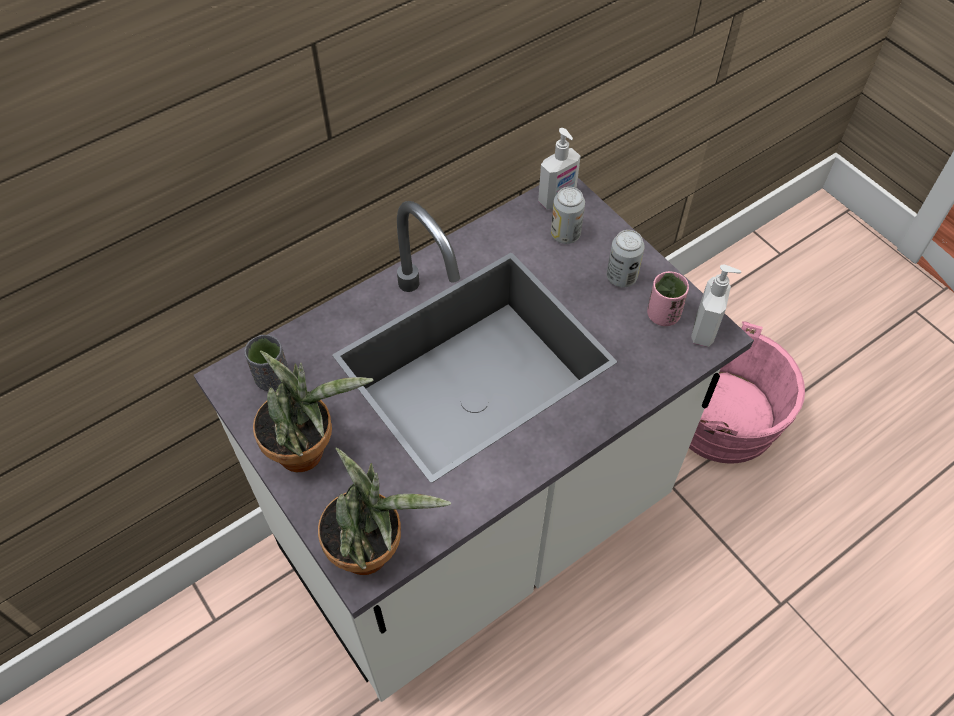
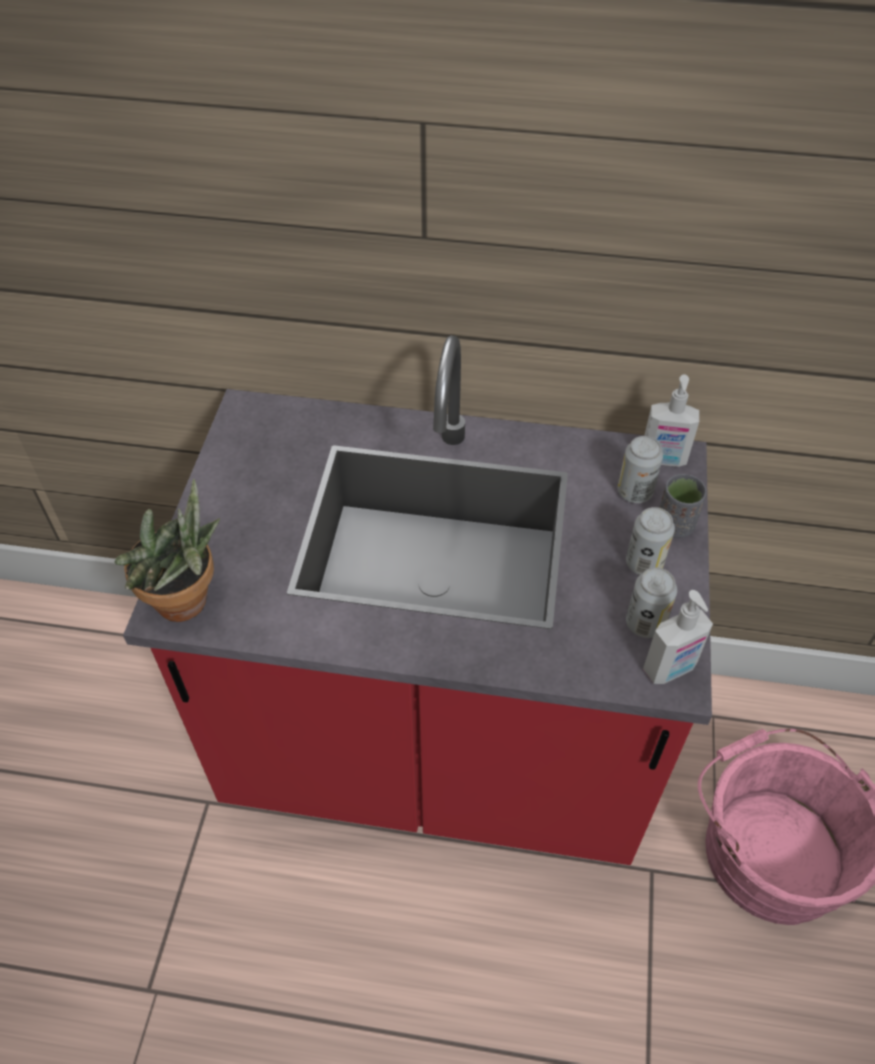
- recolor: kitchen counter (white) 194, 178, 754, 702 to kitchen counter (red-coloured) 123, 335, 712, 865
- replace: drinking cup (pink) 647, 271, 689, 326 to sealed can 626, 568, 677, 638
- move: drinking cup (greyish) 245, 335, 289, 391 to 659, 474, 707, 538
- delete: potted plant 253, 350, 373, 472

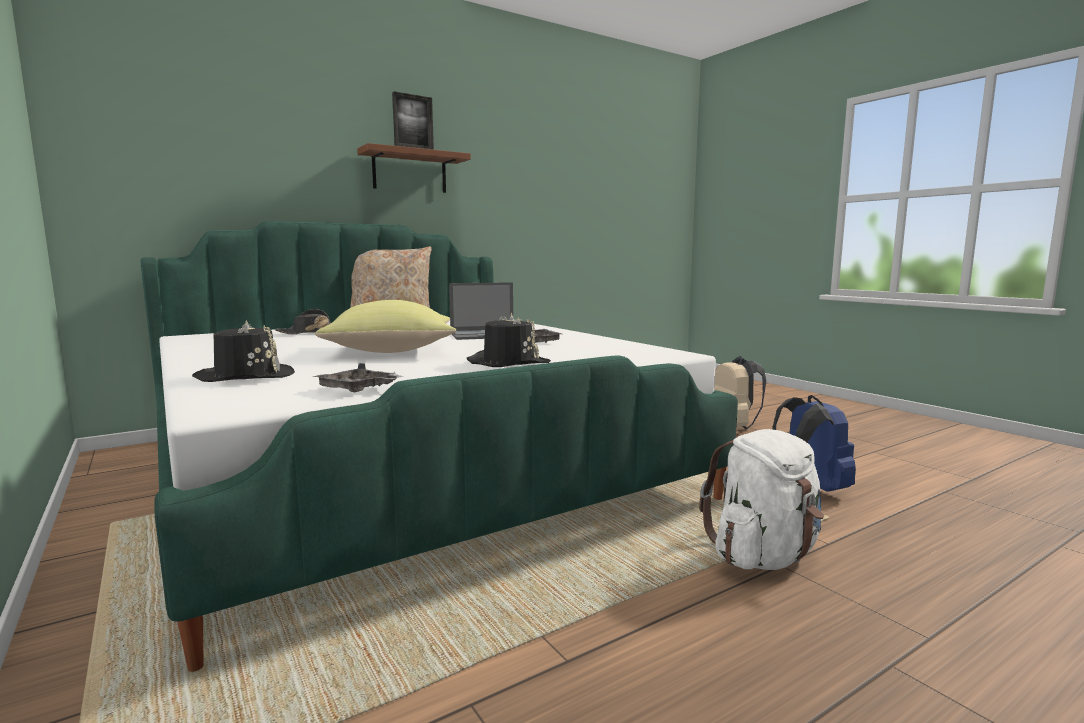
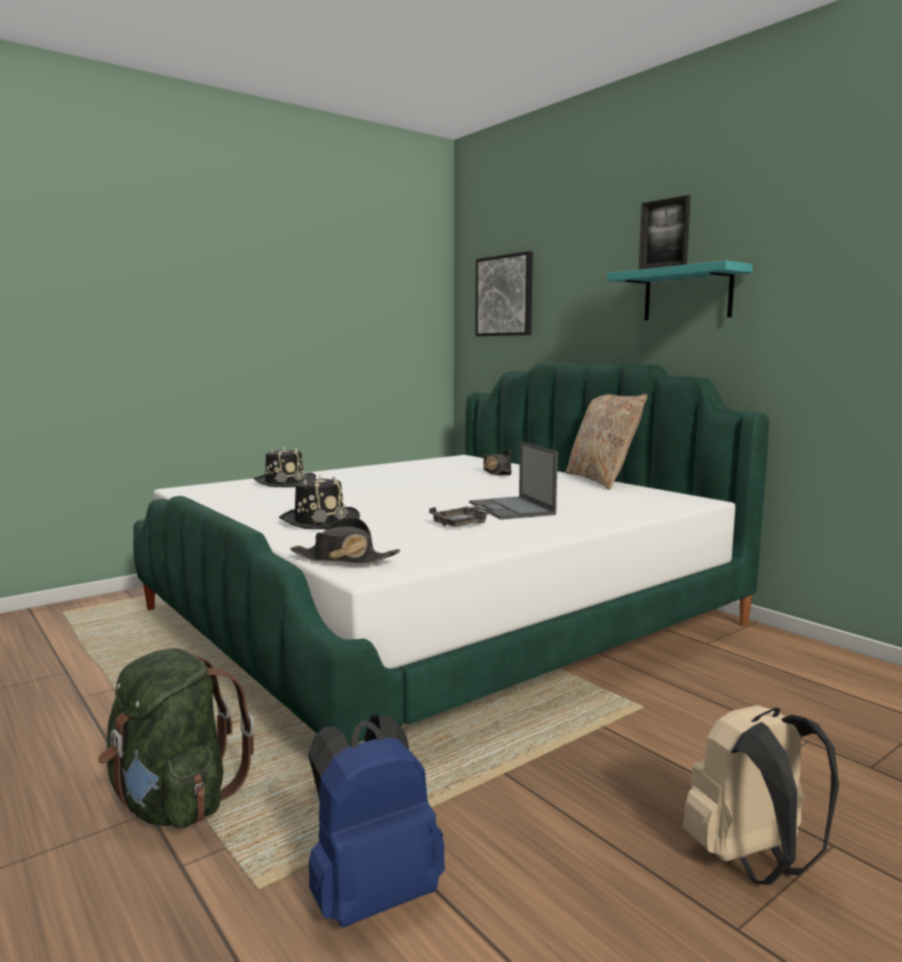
- recolor: bracket shelf (brown-coloured) 357, 143, 471, 193 to bracket shelf (blue-green) 607, 261, 753, 320
- delete: throw pillow (yellow) 315, 300, 457, 353
- delete: serving tray (greyish) 313, 363, 402, 392
- recolor: backpack (white) 699, 429, 824, 570 to backpack (greenish) 98, 648, 255, 828
- insert: wall picture 475, 251, 533, 336
- insert: clothing hat (black-coloured) 290, 517, 400, 565

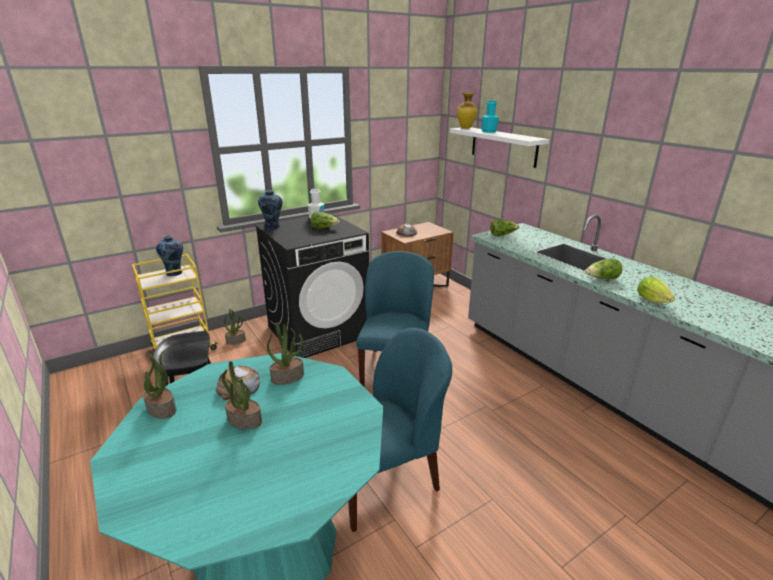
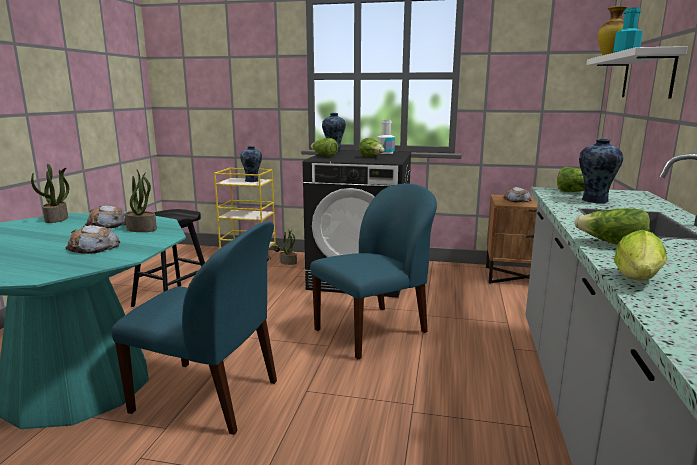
- delete: potted plant 222, 361, 262, 429
- insert: lettuce 311, 138, 338, 157
- insert: flower vase 579, 139, 623, 203
- insert: baked bread 66, 225, 120, 254

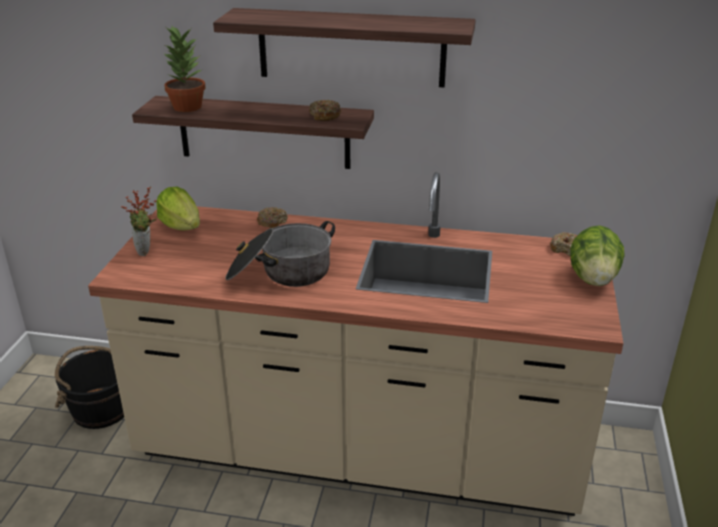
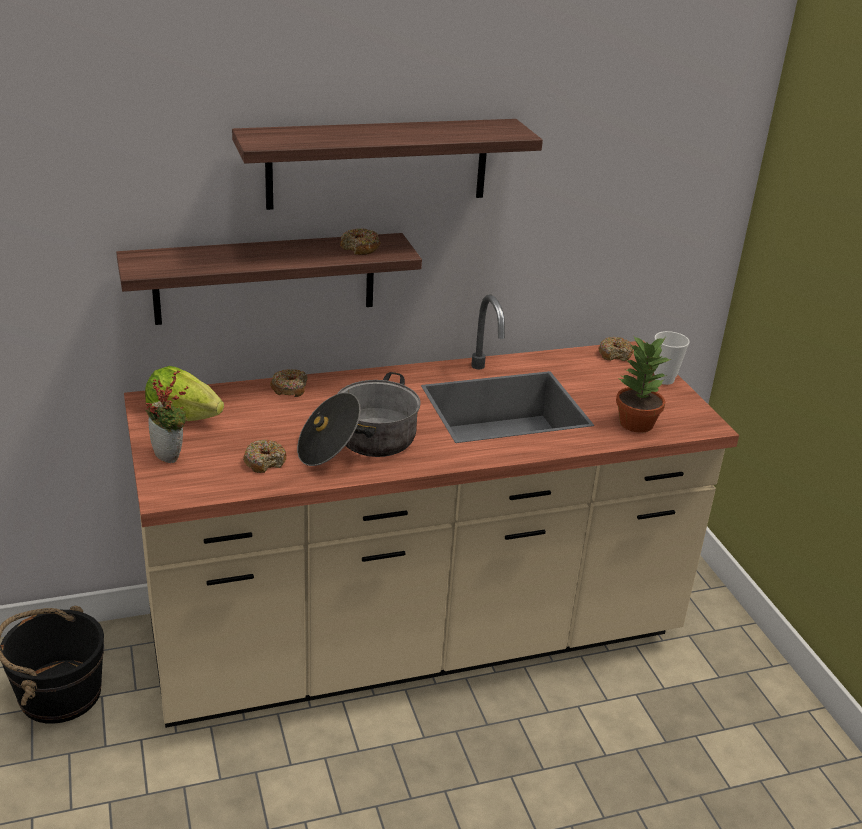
- move: potted plant 163, 26, 205, 112 to 616, 335, 672, 433
- replace: lettuce 570, 225, 625, 286 to drinking cup 654, 331, 690, 385
- insert: ring doughnut 243, 439, 287, 473

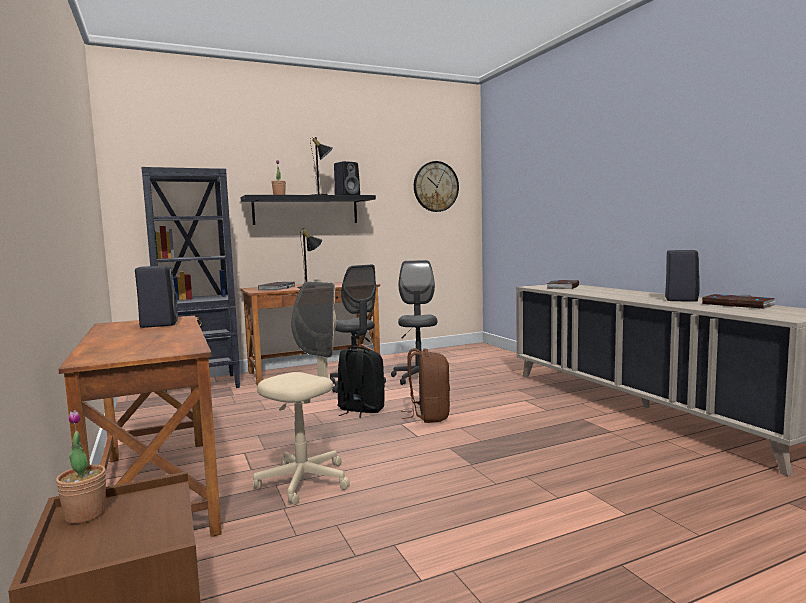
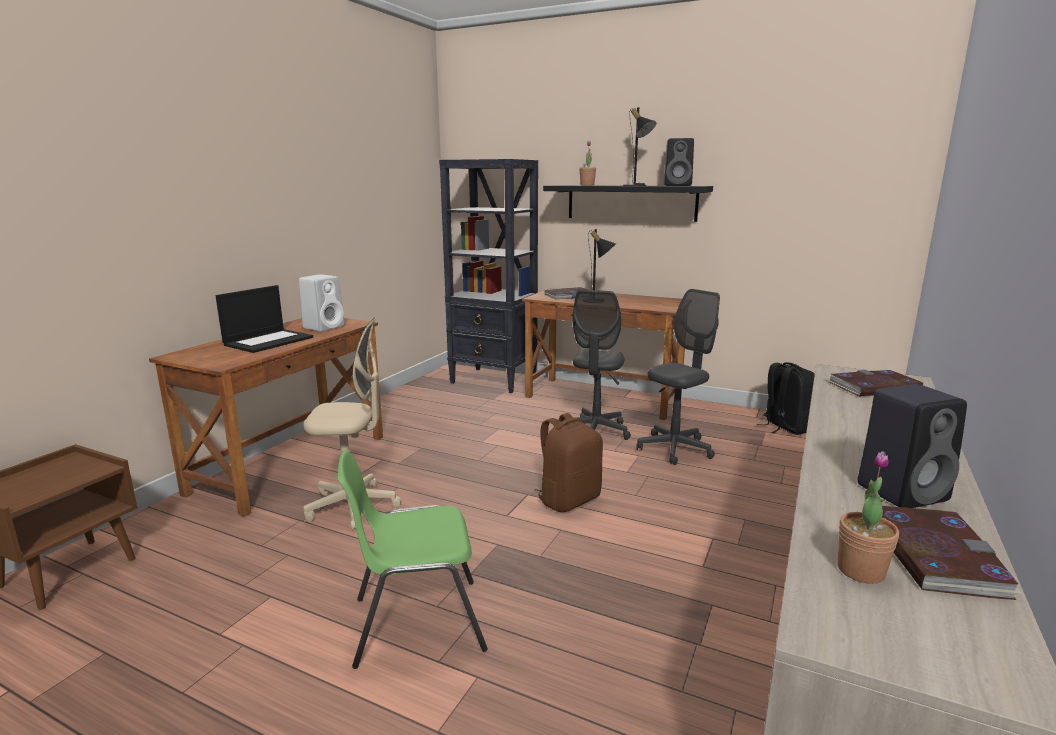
- delete: wall clock 414, 161, 459, 212
- recolor: speaker (black-coloured) 135, 266, 178, 328 to speaker (white) 299, 274, 345, 332
- move: backpack (black-coloured) 337, 347, 385, 418 to 756, 362, 815, 435
- move: potted plant 56, 410, 106, 524 to 838, 451, 899, 584
- insert: notebook computer 216, 285, 313, 353
- insert: plain chair (greenish) 338, 450, 488, 669

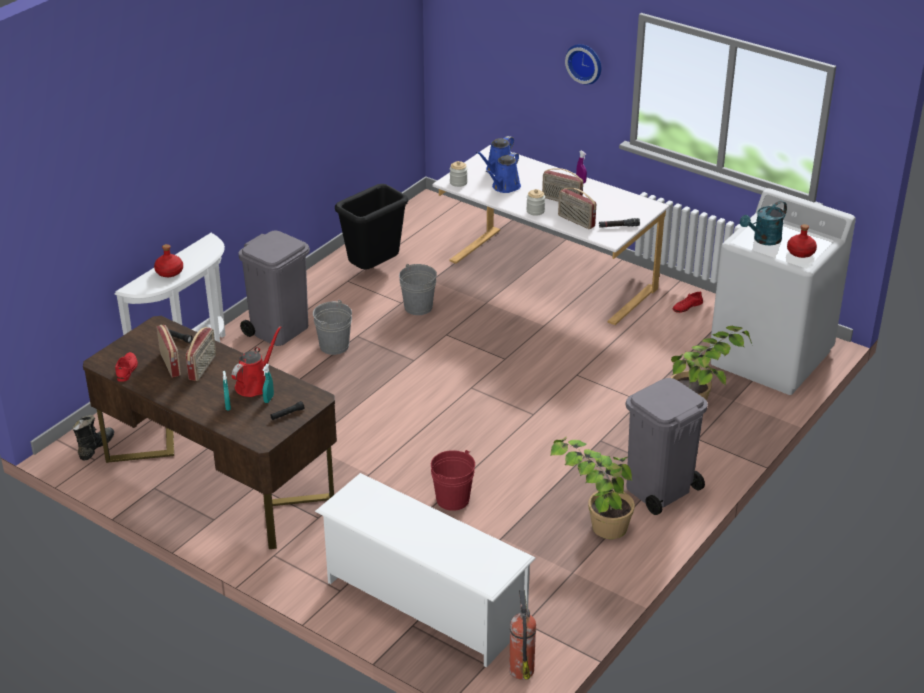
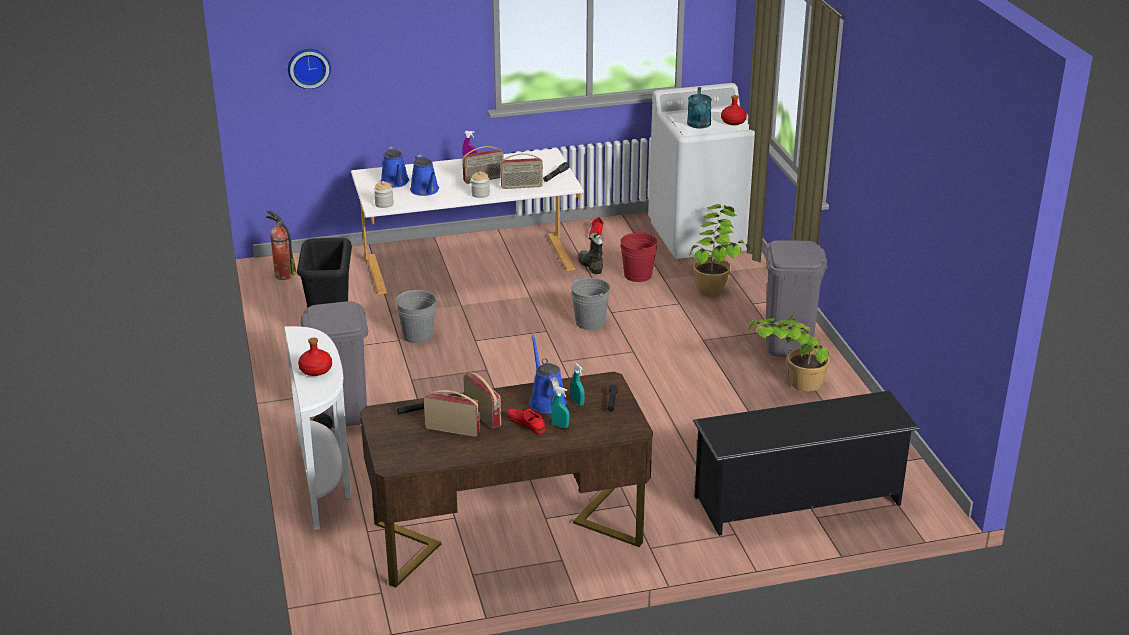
- move: wall clock 565, 44, 601, 85 to 288, 49, 331, 89
- move: pail (greyish) 313, 300, 352, 355 to 571, 276, 610, 330
- recolor: watering pot (red-coloured) 232, 326, 282, 397 to watering pot (blue) 529, 335, 567, 413
- move: item of footwear (red-coloured) 115, 352, 138, 382 to 506, 409, 546, 434
- move: high-top boot (black-coloured) 73, 415, 114, 460 to 578, 233, 603, 274
- move: pail (red-coloured) 431, 450, 475, 511 to 620, 230, 658, 282
- recolor: shoe rack (white) 315, 473, 536, 667 to shoe rack (black-coloured) 693, 391, 920, 536
- move: extinguisher 509, 590, 536, 680 to 266, 210, 297, 280

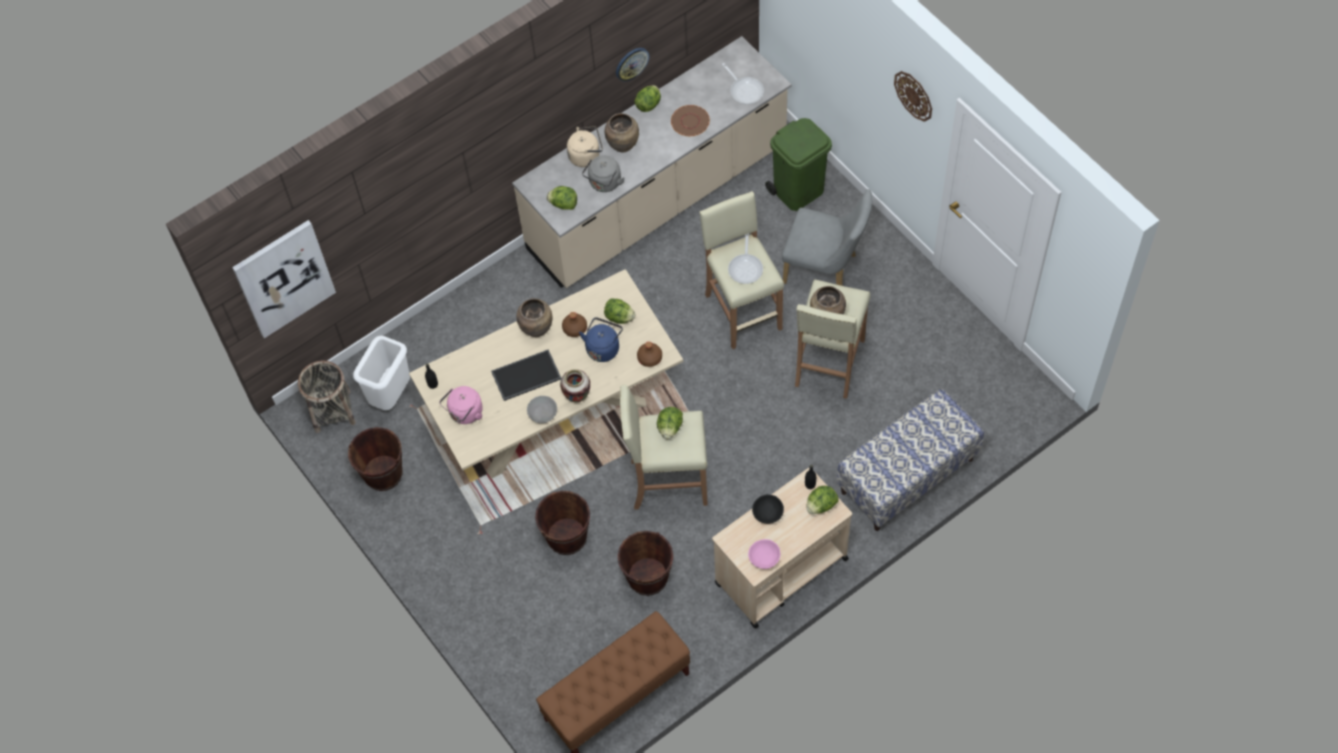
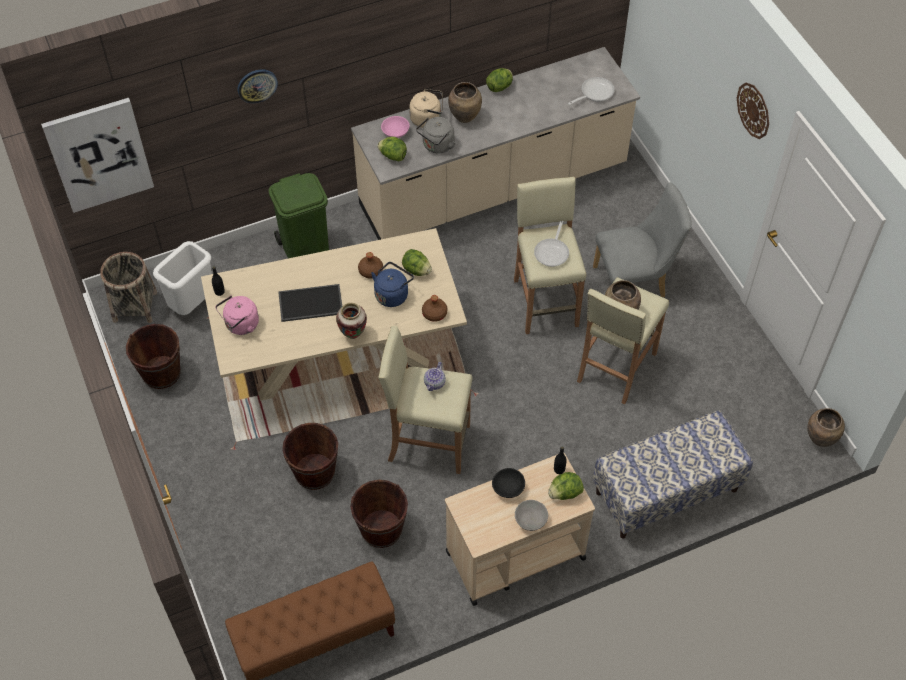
- move: wall clock 616, 48, 649, 81 to 237, 69, 278, 103
- rotate: skillet 722, 63, 764, 104 = 568, 77, 615, 105 105 degrees counterclockwise
- delete: flat dish (brown-coloured) 671, 105, 710, 136
- move: rubbish bin (greenish) 765, 118, 832, 211 to 268, 173, 329, 258
- rotate: plain chair (greyish) 782, 189, 873, 286 = 593, 182, 692, 297 45 degrees counterclockwise
- move: flower vase (brown-coloured) 517, 298, 552, 337 to 807, 408, 845, 447
- move: serving bowl (greyish) 527, 396, 557, 424 to 515, 500, 548, 531
- replace: lettuce 657, 407, 683, 439 to pot for tea 424, 362, 446, 391
- move: serving bowl (pink) 748, 539, 780, 569 to 381, 116, 410, 138

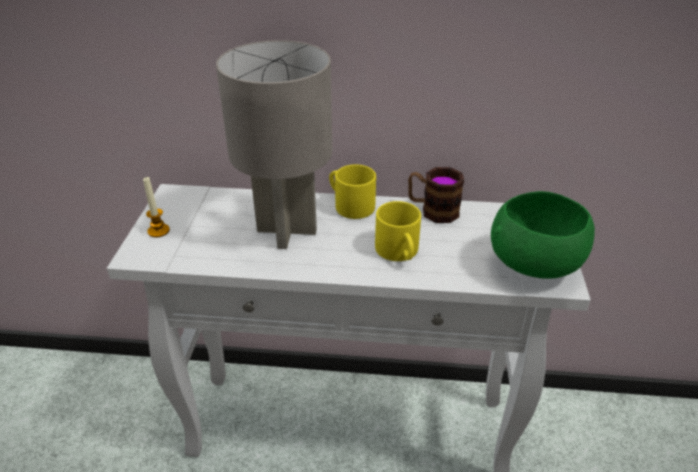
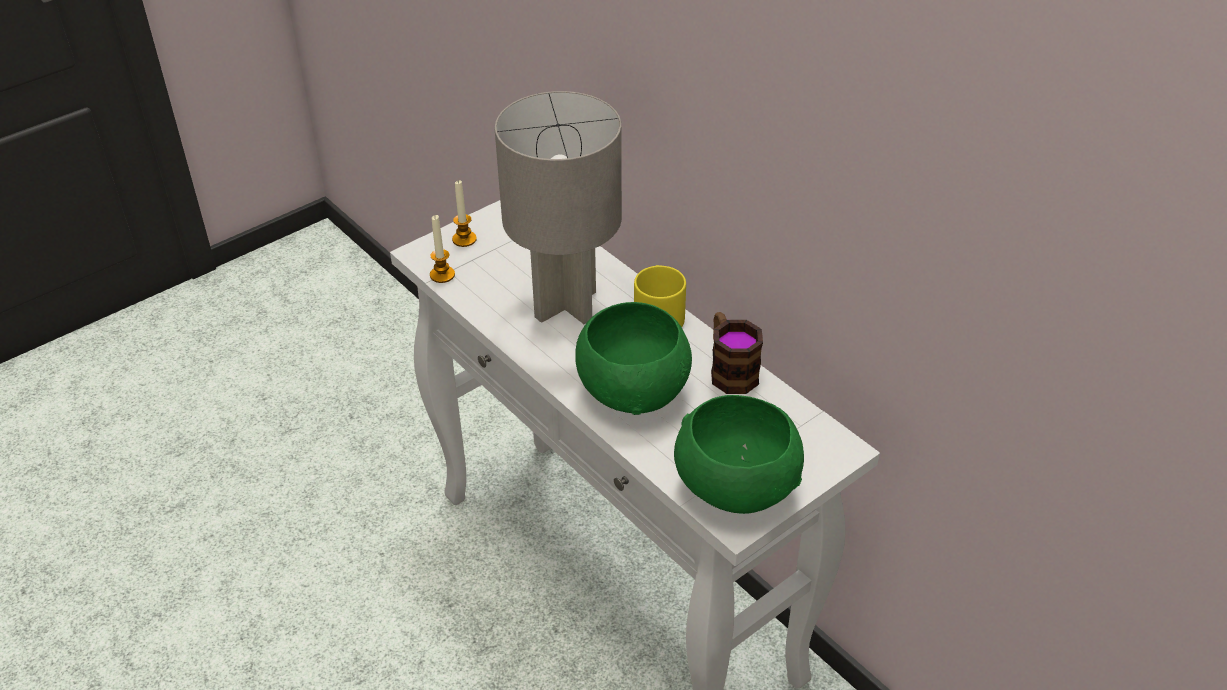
- replace: coffee mug (yellow) 375, 201, 421, 261 to serving bowl (greenish) 576, 302, 692, 415
- insert: candle 430, 215, 455, 283

